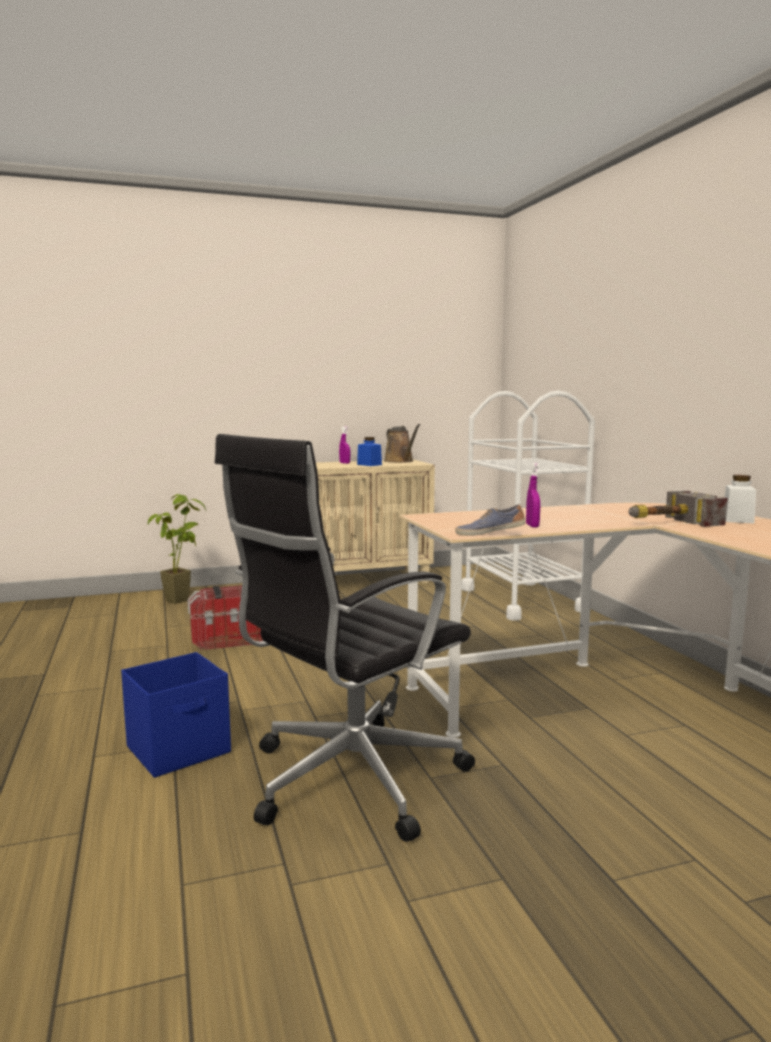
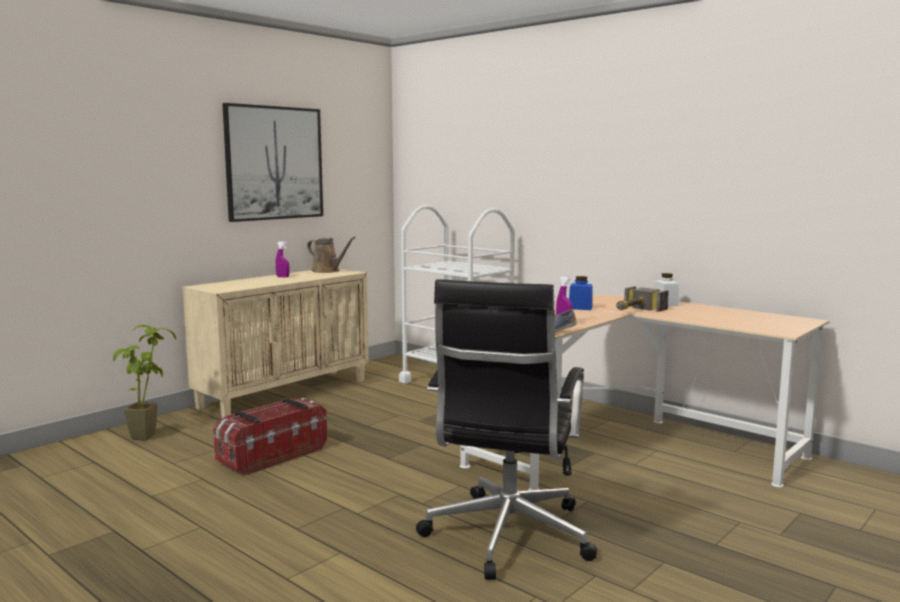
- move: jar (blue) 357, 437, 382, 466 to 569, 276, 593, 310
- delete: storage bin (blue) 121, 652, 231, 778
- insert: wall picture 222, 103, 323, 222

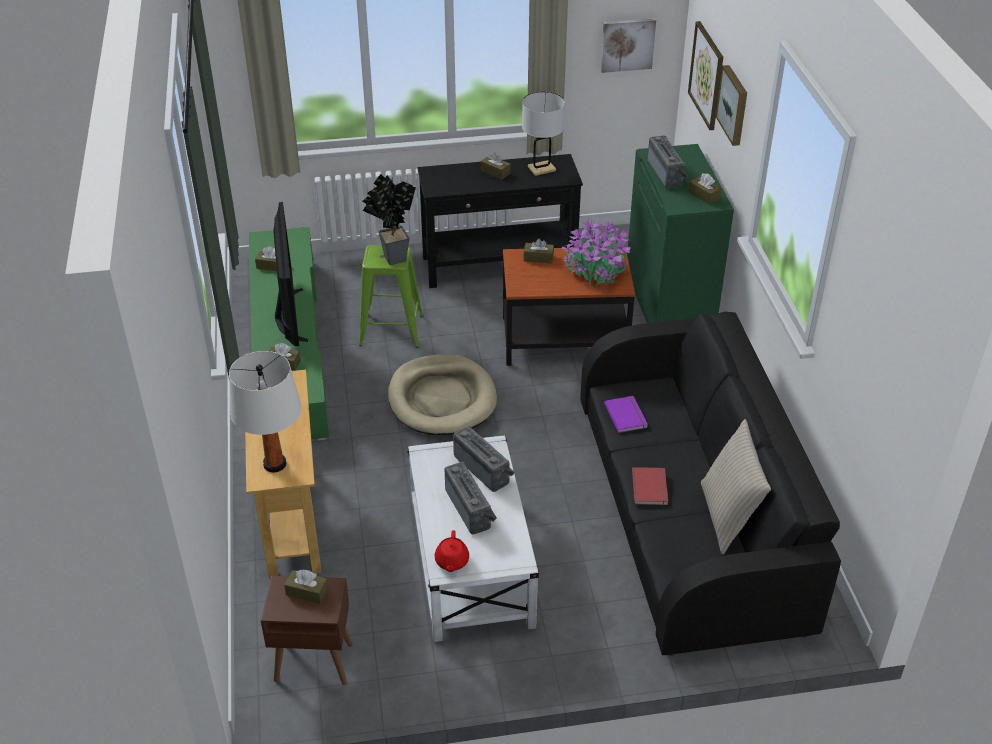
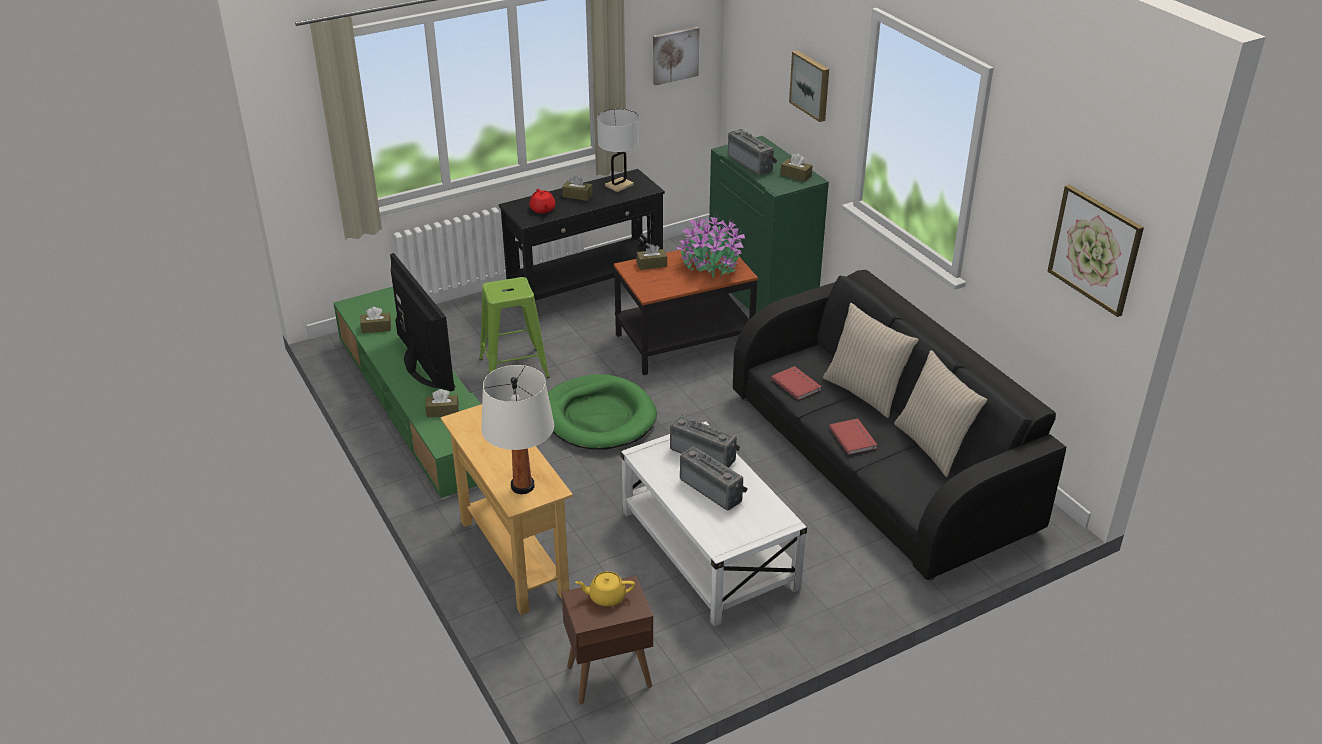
- move: wall picture 688, 21, 723, 130 to 1047, 185, 1144, 317
- delete: potted plant 363, 174, 416, 265
- recolor: dog cushion (beige) 388, 354, 497, 435 to dog cushion (greenish) 548, 374, 657, 450
- recolor: volume (purple-coloured) 604, 396, 648, 433 to volume (red-coloured) 771, 366, 822, 400
- move: pot for tea (red-coloured) 435, 530, 469, 572 to 529, 189, 556, 213
- replace: tissue holder (brown-coloured) 284, 570, 328, 604 to pot for tea (yellow) 575, 571, 635, 607
- insert: throw pillow (beige) 823, 303, 919, 418

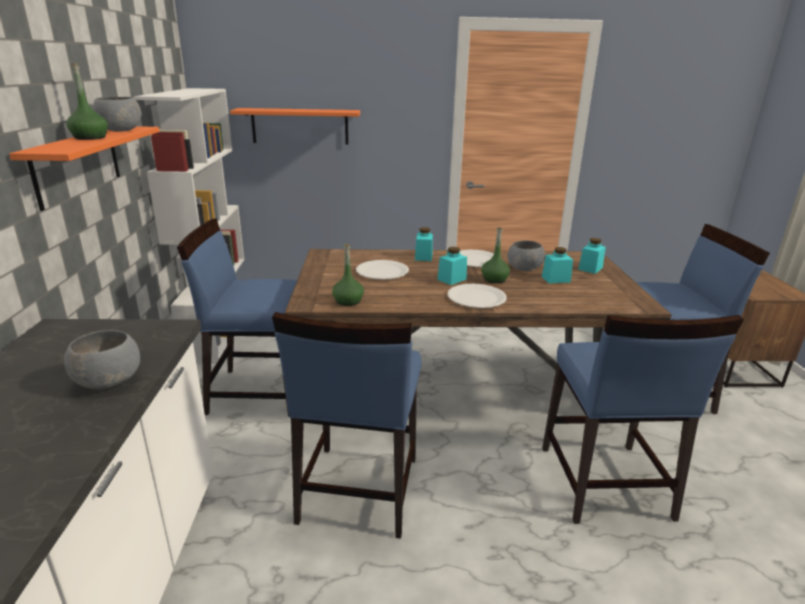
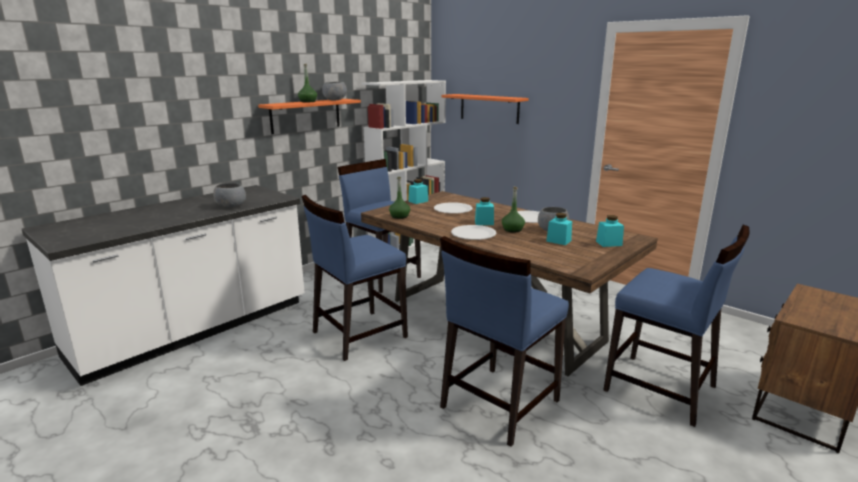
- move: jar (blue-green) 415, 227, 433, 261 to 408, 179, 428, 204

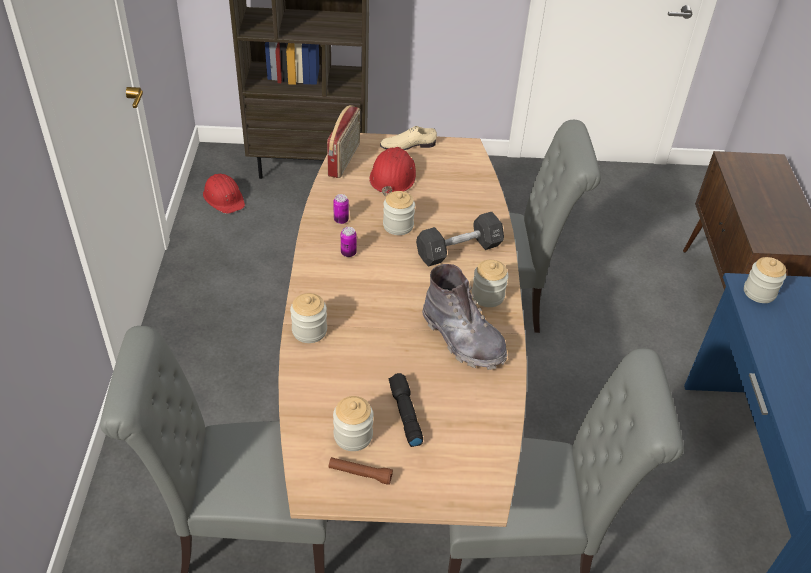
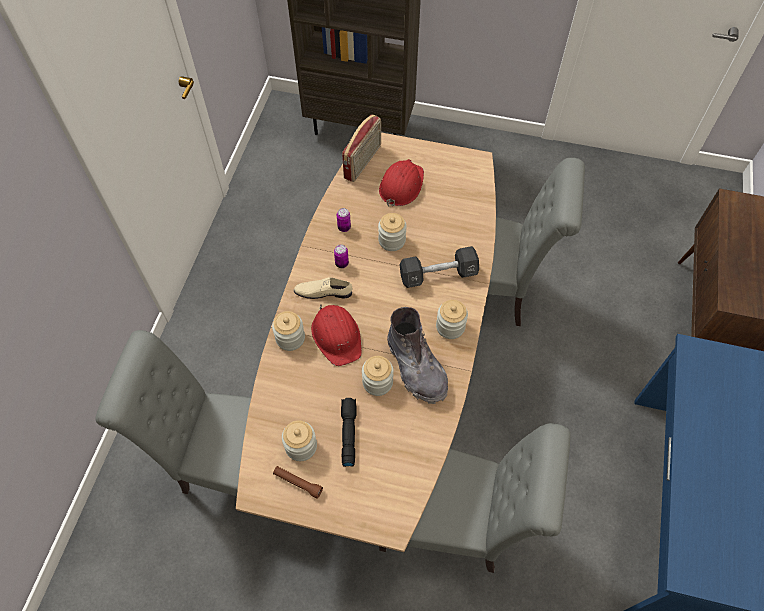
- move: item of footwear (beige) 380, 126, 437, 150 to 294, 278, 353, 299
- move: safety helmet (red-coloured) 203, 174, 245, 214 to 311, 305, 361, 366
- move: jar 744, 257, 786, 303 to 362, 356, 394, 396

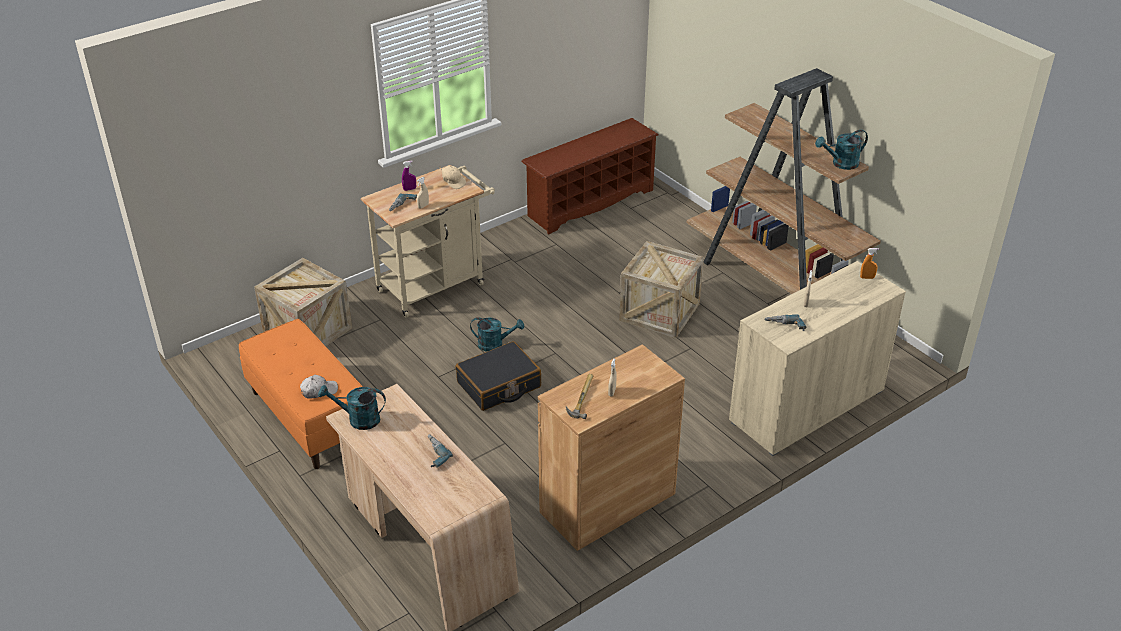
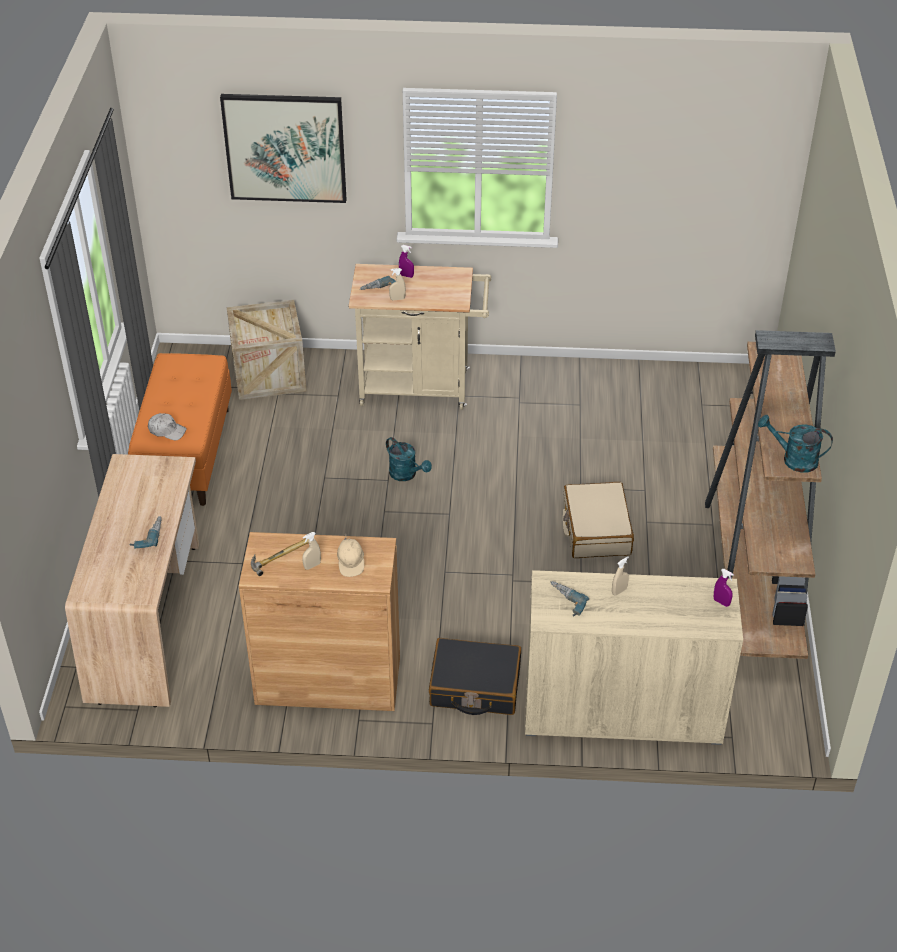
- delete: shoe rack (brown-coloured) 521, 118, 659, 234
- move: baseball cap (beige) 439, 166, 466, 189 to 337, 534, 364, 577
- replace: packing crate 619, 241, 704, 338 to travel case (beige) 563, 482, 634, 558
- recolor: hand sprayer (orangey) 860, 248, 879, 279 to hand sprayer (purple-coloured) 714, 569, 734, 607
- move: travel case (black-coloured) 455, 341, 541, 411 to 429, 638, 521, 715
- delete: watering pot (blue-green) 318, 385, 386, 430
- insert: wall picture 220, 94, 347, 203

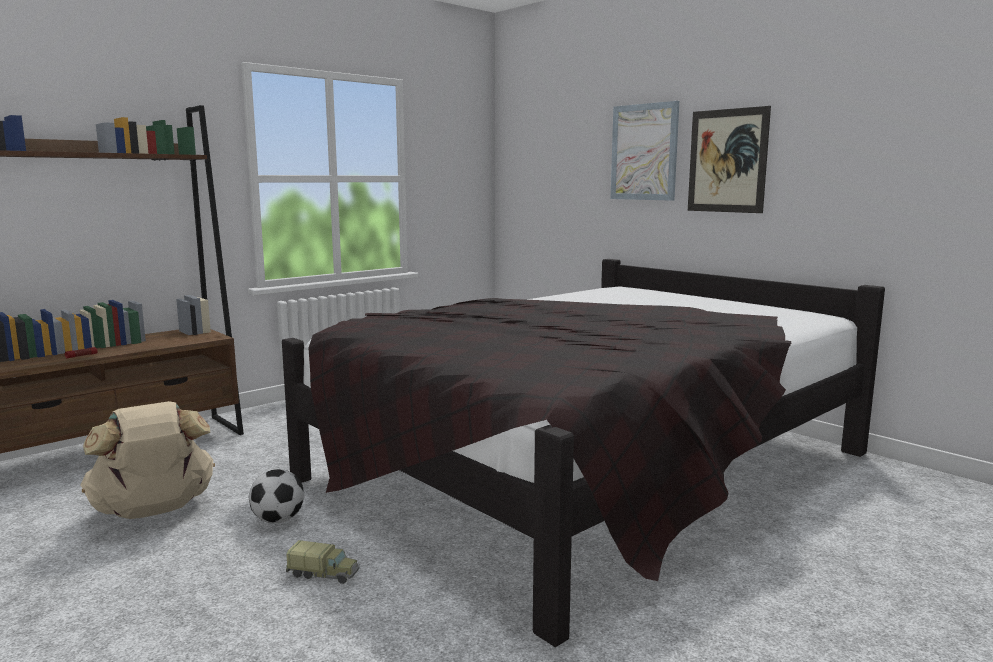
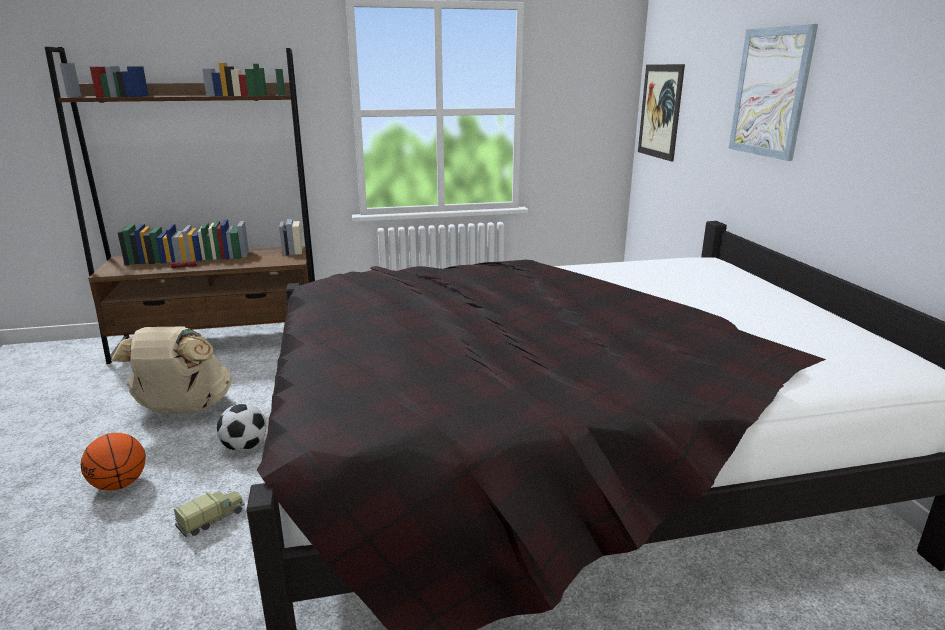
- move: wall picture 688, 106, 771, 213 to 638, 64, 685, 162
- rotate: toy truck 286, 540, 359, 584 = 174, 491, 245, 537 90 degrees counterclockwise
- insert: ball for basketball 81, 433, 146, 490

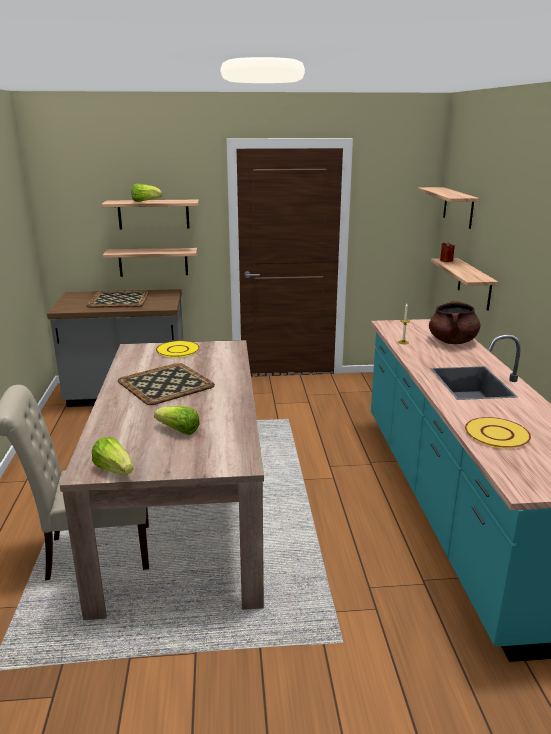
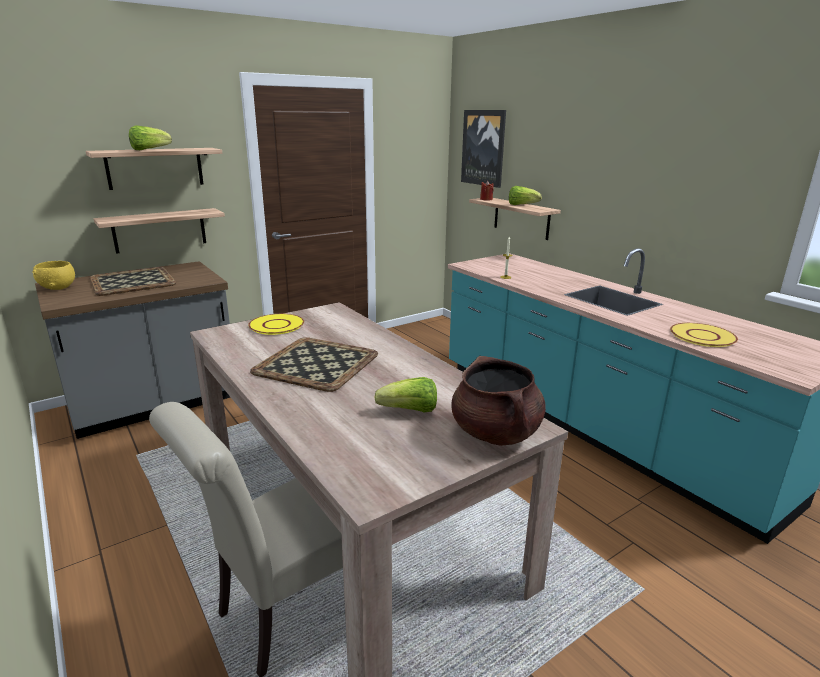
- replace: bracket shelf 418, 187, 479, 229 to wall picture 461, 110, 506, 188
- move: cooking pot (brown-coloured) 429, 301, 481, 344 to 451, 356, 546, 446
- move: lettuce 92, 437, 133, 475 to 509, 186, 542, 205
- insert: serving bowl (yellow) 32, 261, 75, 290

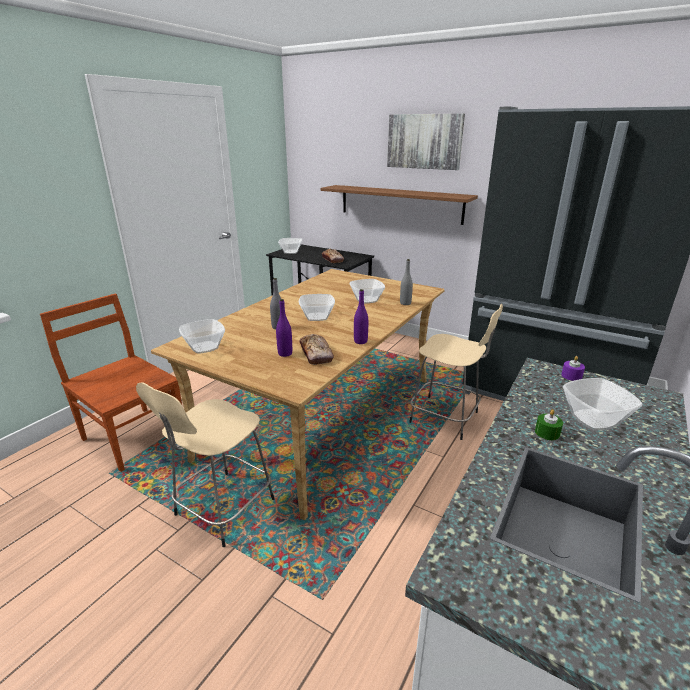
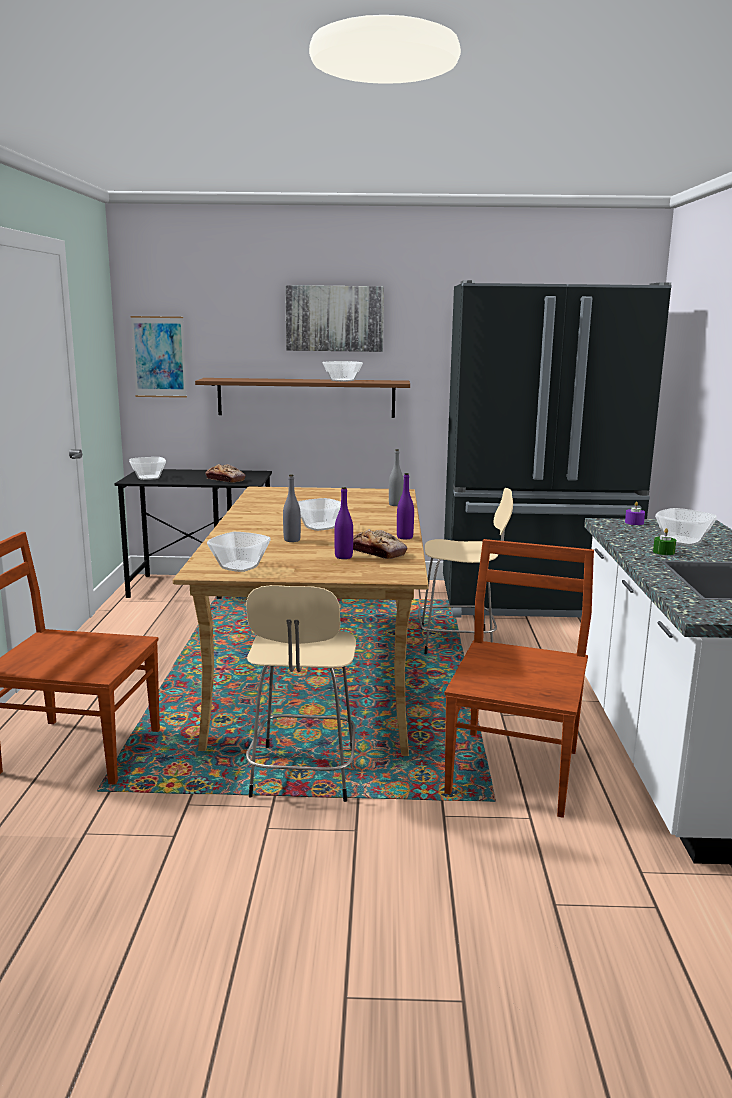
- move: serving bowl 350, 279, 385, 304 to 323, 361, 363, 382
- insert: wall picture 131, 316, 187, 398
- insert: plain chair (brown-coloured) 444, 539, 594, 818

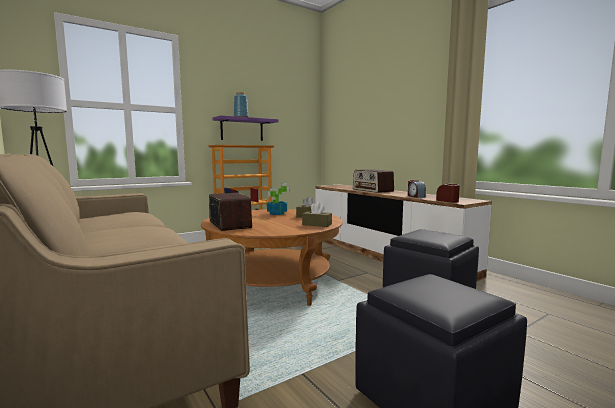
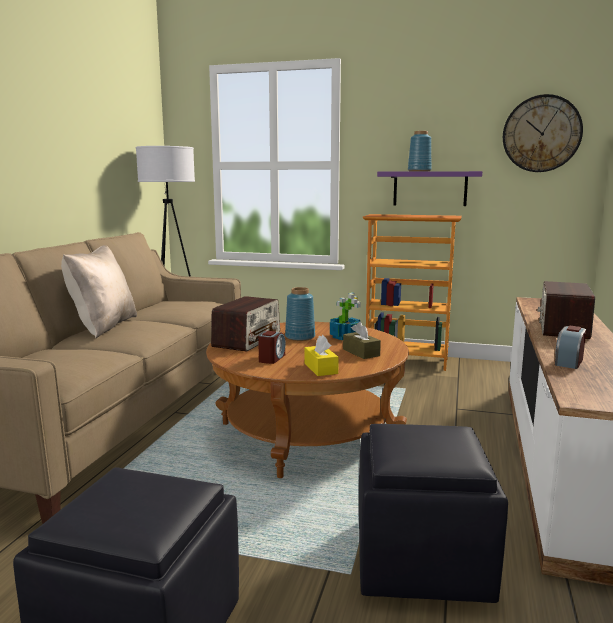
- move: table clock 436, 183, 460, 203 to 258, 331, 285, 364
- recolor: tissue holder (brown-coloured) 302, 202, 332, 227 to tissue holder (yellow) 304, 335, 339, 376
- insert: wall clock 503, 94, 583, 172
- insert: throw pillow (beige) 61, 245, 137, 338
- insert: flower vase (blue) 285, 287, 315, 341

